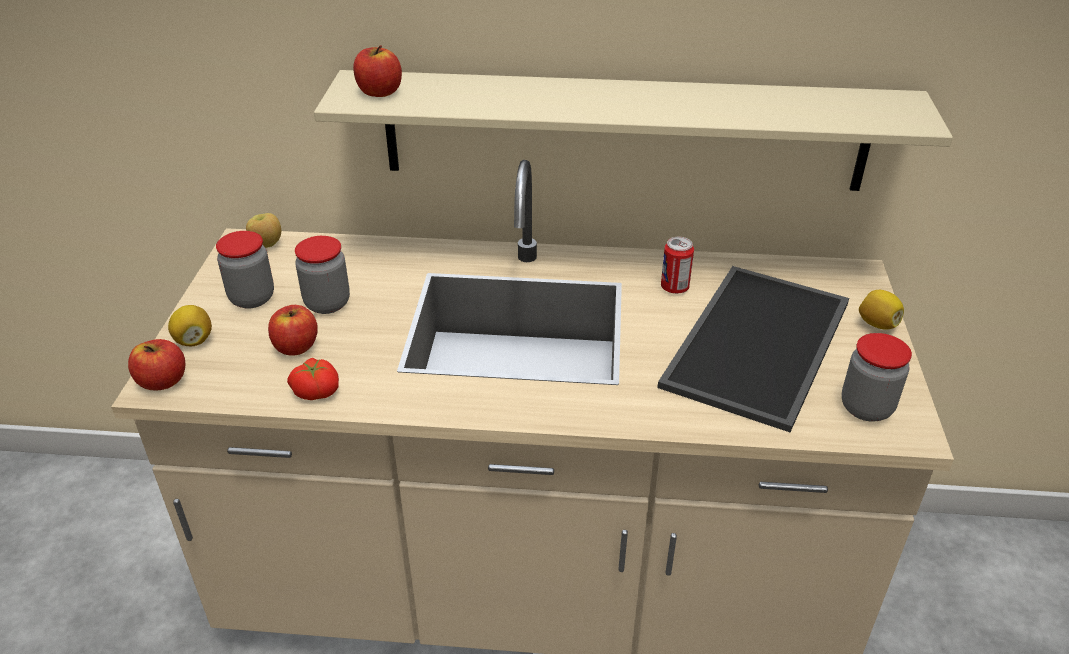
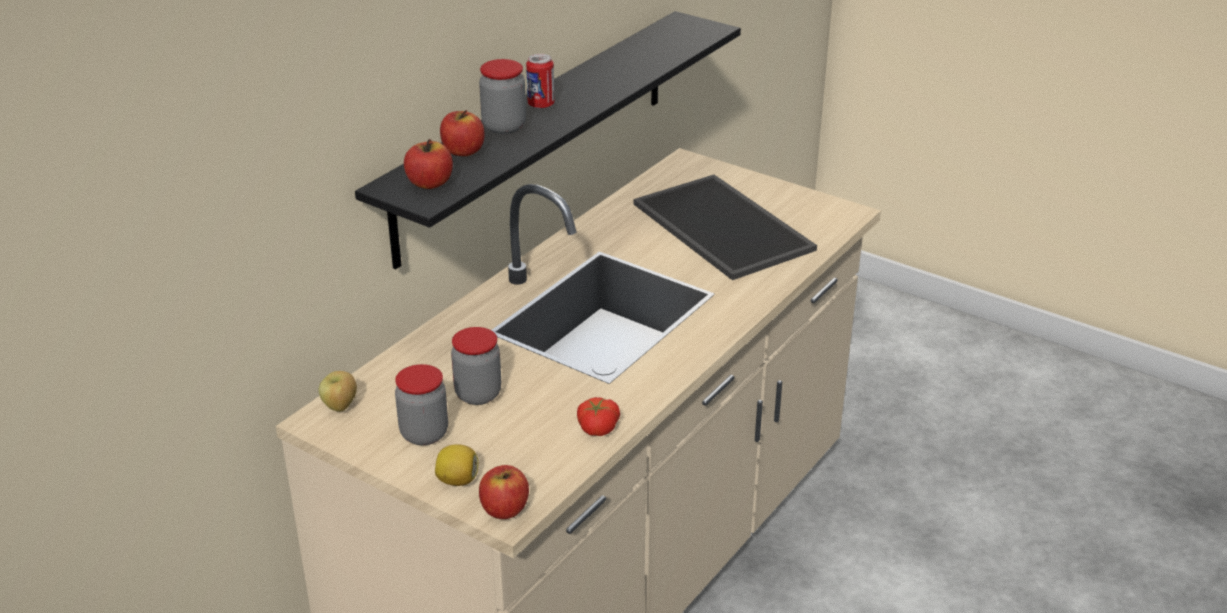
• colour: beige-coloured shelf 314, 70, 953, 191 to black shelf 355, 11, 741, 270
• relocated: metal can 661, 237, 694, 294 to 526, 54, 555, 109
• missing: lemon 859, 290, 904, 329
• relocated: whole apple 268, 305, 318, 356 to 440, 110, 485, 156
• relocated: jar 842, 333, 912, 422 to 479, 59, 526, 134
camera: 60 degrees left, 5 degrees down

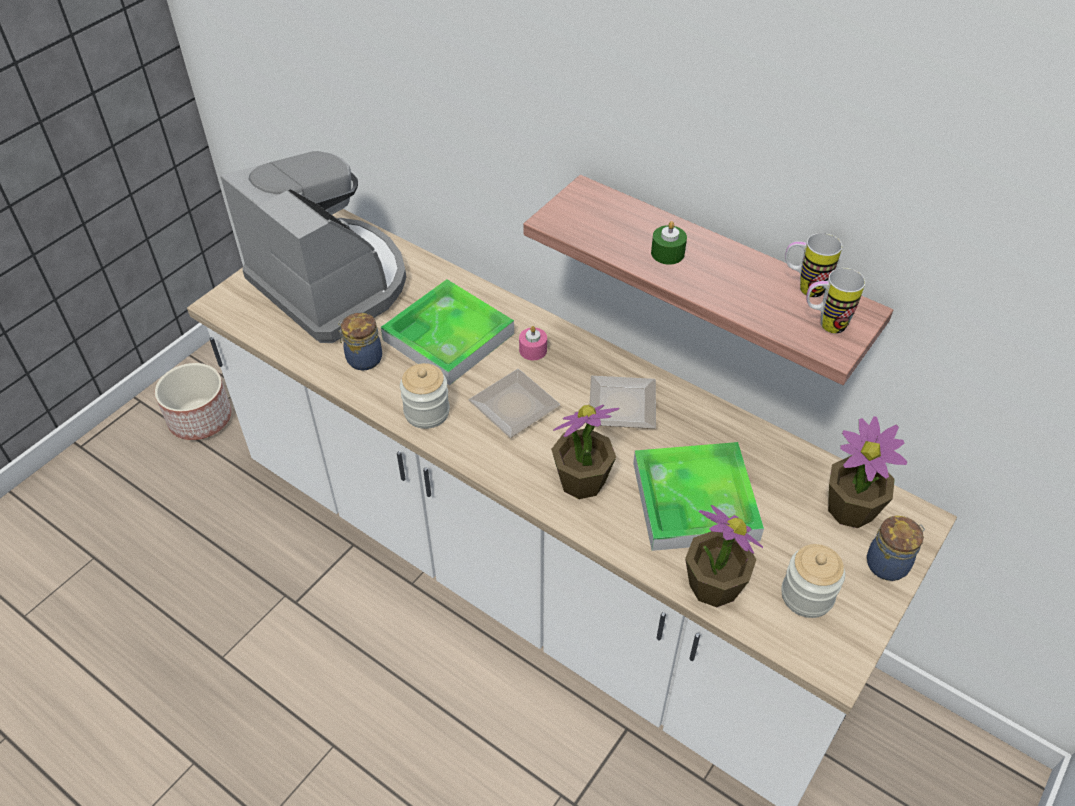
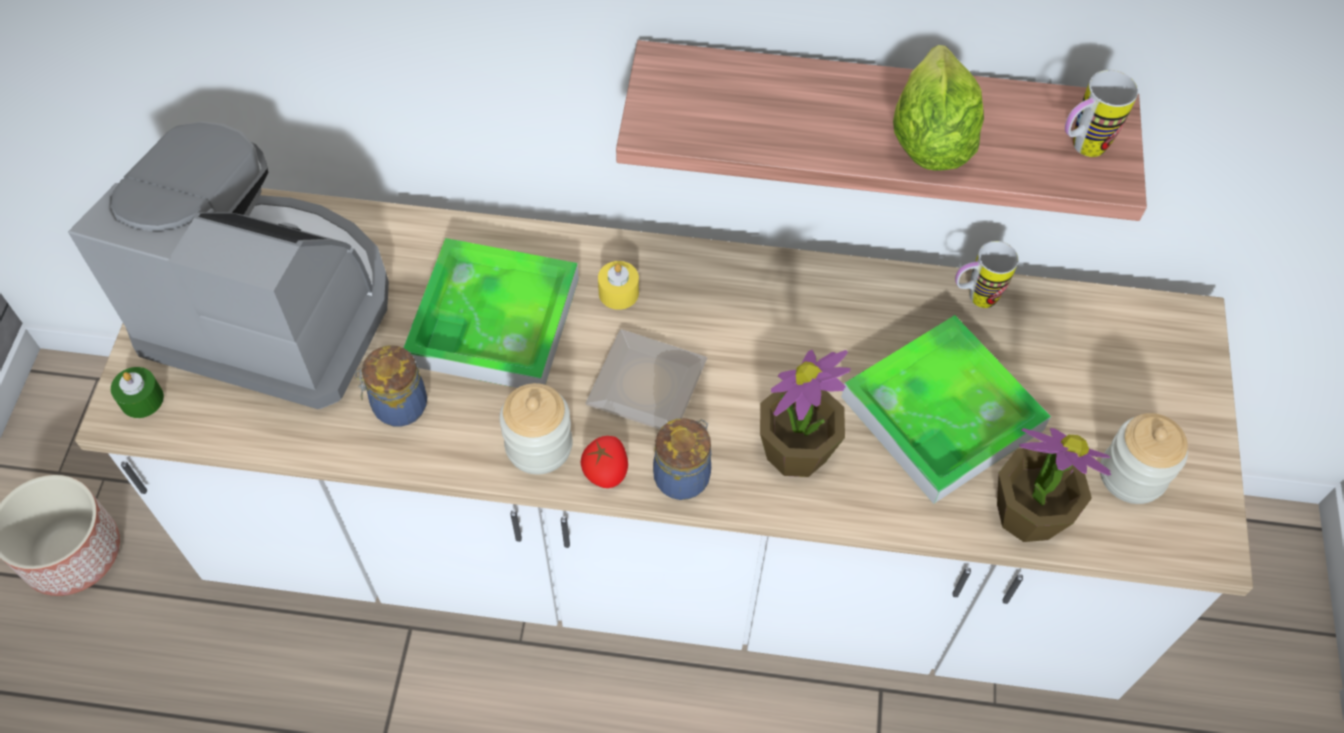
• relocated: greenish wax candle 651, 221, 687, 265 to 111, 367, 164, 418
• relocated: tea mug 785, 233, 842, 297 to 955, 241, 1019, 308
• colour: pinkish wax candle 519, 326, 547, 360 to yellowish wax candle 598, 261, 639, 310
• missing: flat dish 589, 376, 656, 429
• missing: potted plant 828, 416, 908, 528
• relocated: jar 867, 516, 925, 581 to 653, 418, 711, 500
• appeared: lettuce head 893, 45, 984, 171
• appeared: tomato 580, 436, 628, 488
camera: 30 degrees left, 10 degrees up

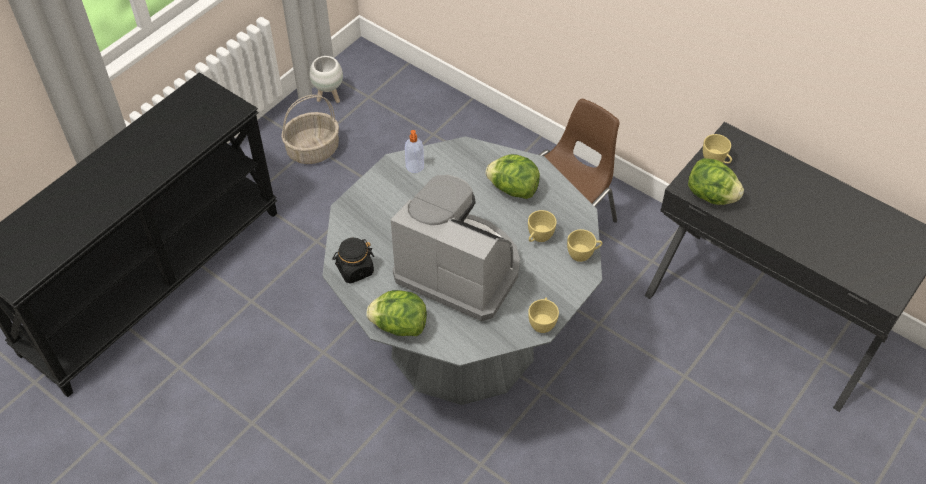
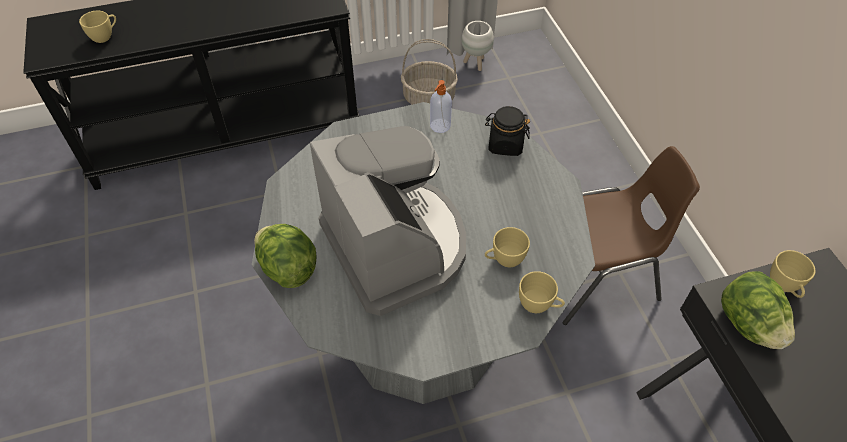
• missing: lettuce head 485, 154, 540, 199
• relocated: black jar 332, 238, 374, 284 to 485, 106, 530, 156
• relocated: yellowish drinking cup 528, 297, 559, 333 to 79, 10, 116, 43
camera: 35 degrees right, 0 degrees up

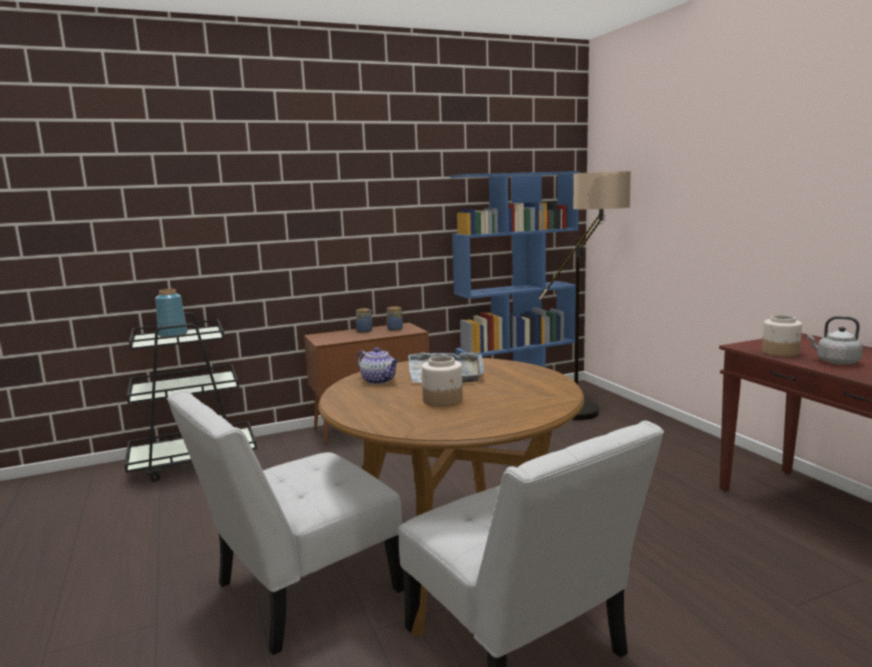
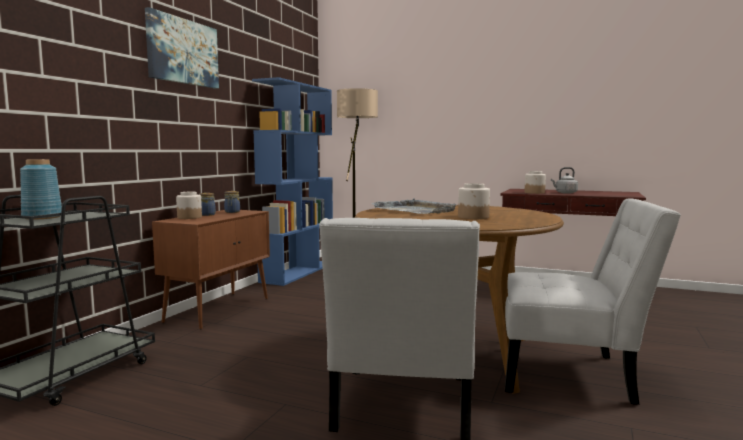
• missing: tea pot 357, 347, 399, 384
• appeared: picture 145, 7, 219, 89
• appeared: jar 176, 192, 202, 219
camera: 45 degrees left, 5 degrees down

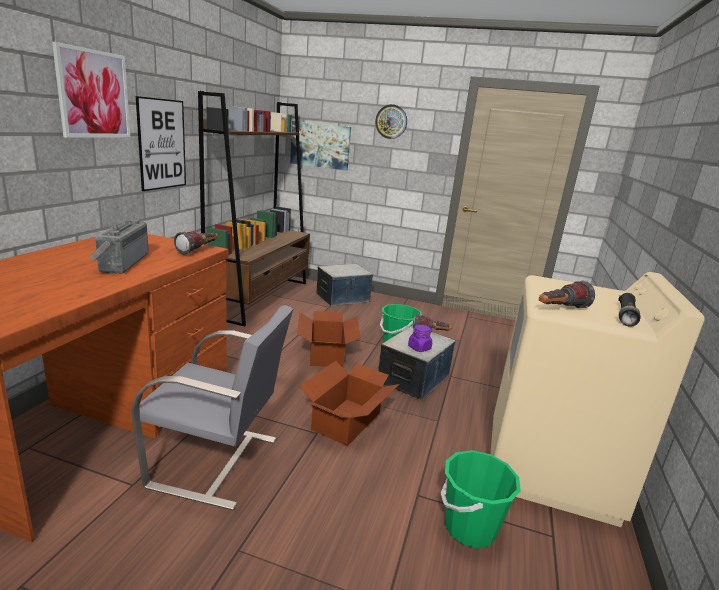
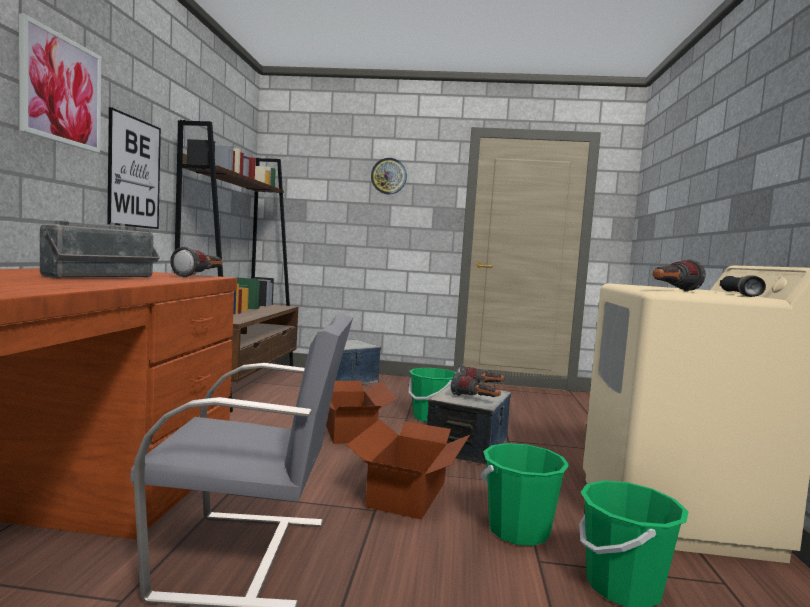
• missing: picture 290, 121, 351, 171
• spun: radio set 90, 220, 149, 274 = 40, 221, 160, 278 135 degrees counterclockwise
• exchanged: purple jar 408, 325, 432, 352 to hand torch 451, 373, 501, 397
• appeared: greenish water bucket 481, 443, 569, 546
camera: 10 degrees left, 15 degrees down

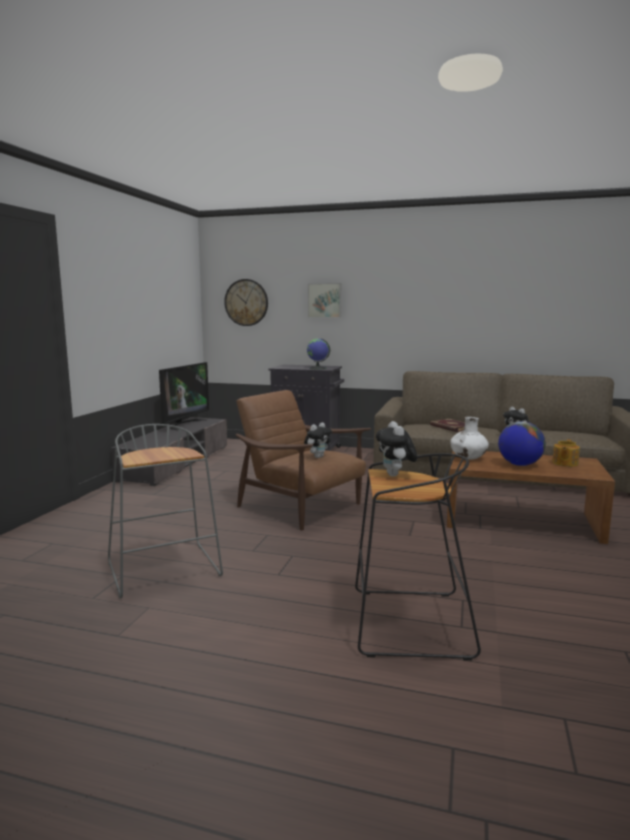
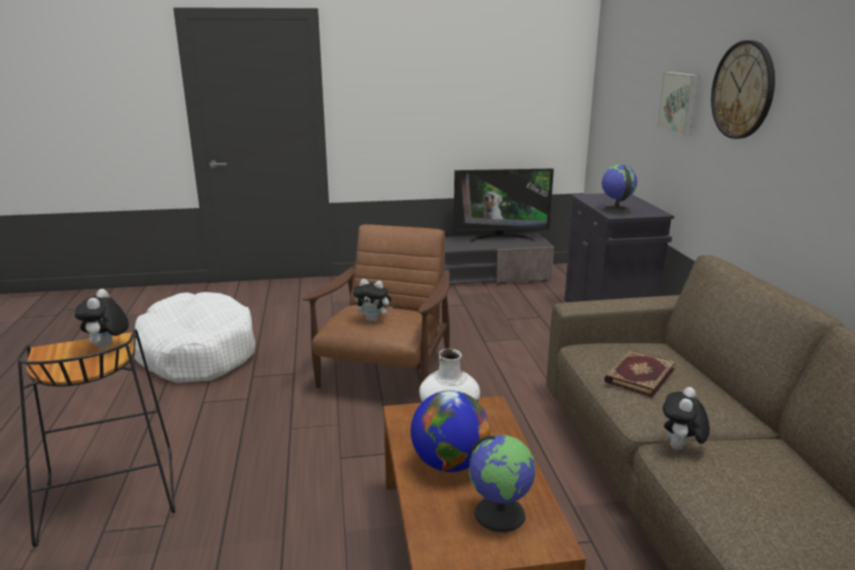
• relocated: clock on the wall 224, 279, 268, 326 to 711, 40, 775, 139
• spun: soft toy 376, 421, 418, 477 = 75, 289, 129, 349 60 degrees counterclockwise
• exchanged: grey sitting stool 108, 424, 223, 598 to white dog bed 135, 292, 255, 383
• exchanged: tea pot 552, 439, 580, 467 to globe 469, 435, 536, 532
camera: 65 degrees right, 10 degrees up

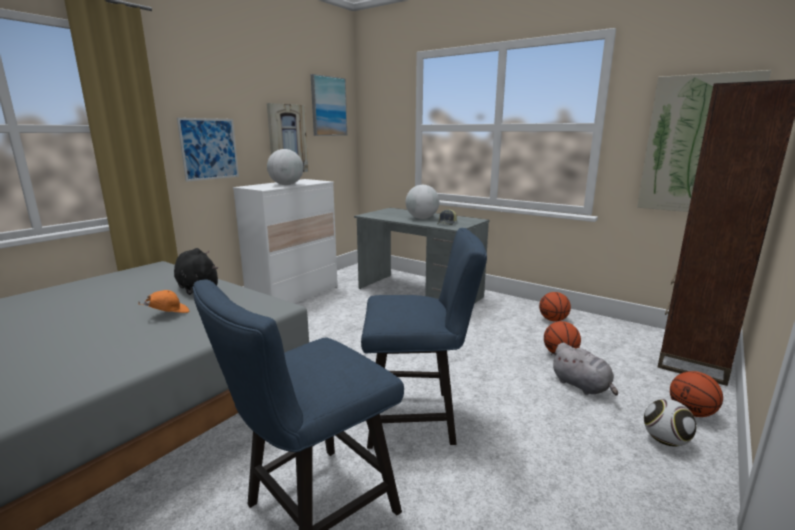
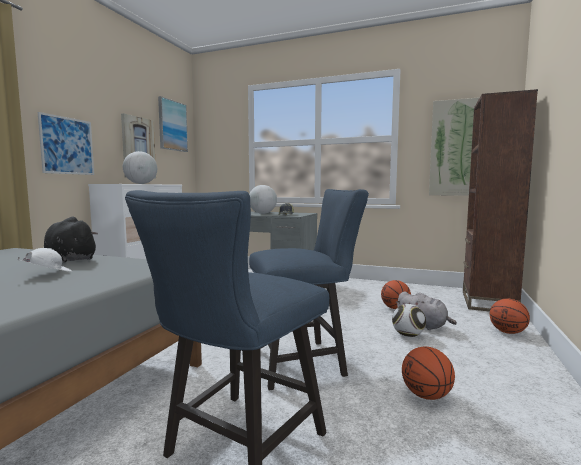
• colour: orange peaked cap 138, 290, 190, 313 to white peaked cap 17, 248, 72, 272
• relocated: basketball 539, 292, 571, 322 to 402, 347, 455, 400
• relocated: football 644, 399, 696, 446 to 392, 304, 426, 337
camera: 15 degrees left, 10 degrees down

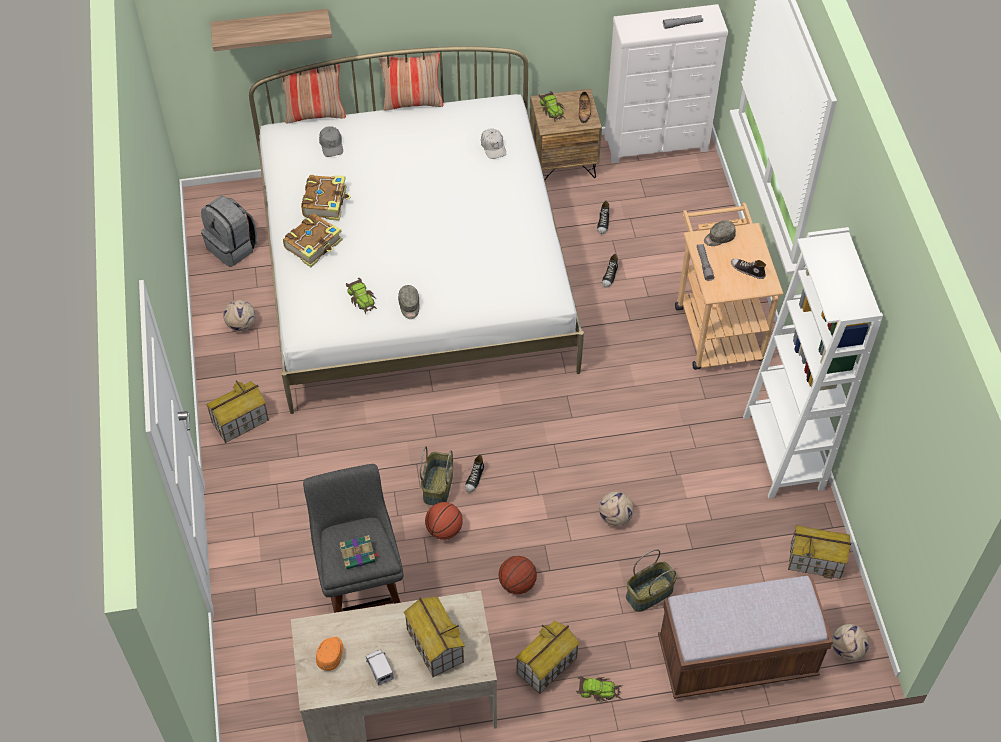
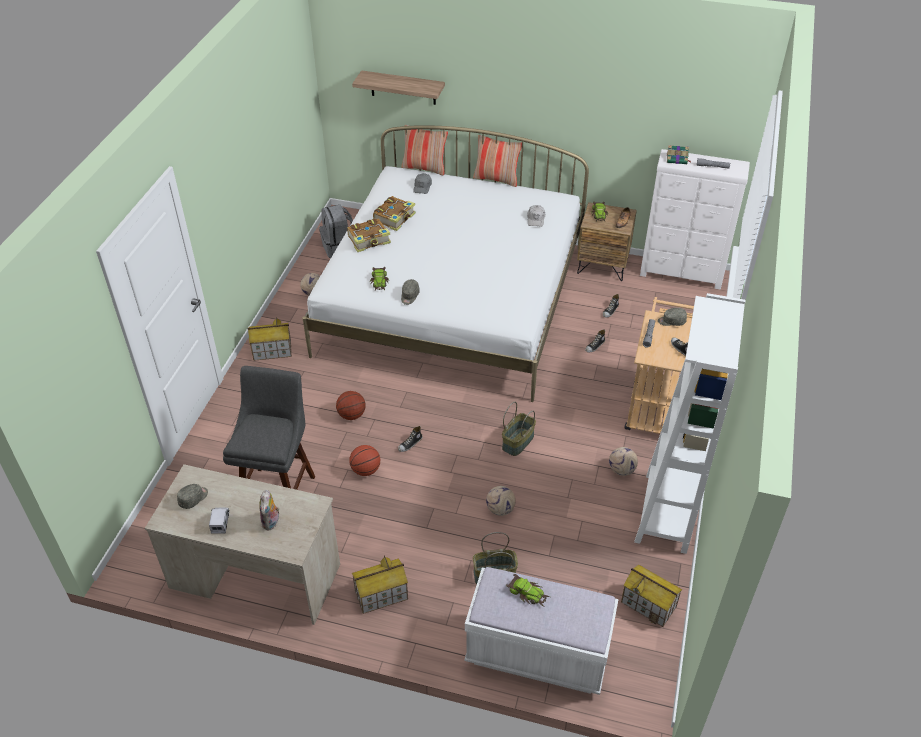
• relocated: storage basket 420, 446, 453, 505 to 502, 402, 536, 456
• relocated: bound book 340, 535, 379, 569 to 667, 145, 692, 164
• relocated: basketball 498, 556, 537, 594 to 336, 391, 366, 420
• colour: brown bench 658, 576, 833, 699 to white bench 465, 567, 618, 695
• exchanged: model house 404, 596, 465, 677 to soft toy 259, 490, 281, 530
• relocated: football 832, 624, 869, 661 to 609, 447, 638, 476
• colour: orange peaked cap 316, 637, 343, 671 to grey peaked cap 177, 484, 208, 509
• relocated: model car 576, 676, 623, 702 to 506, 574, 550, 607
camera: 25 degrees right, 10 degrees down

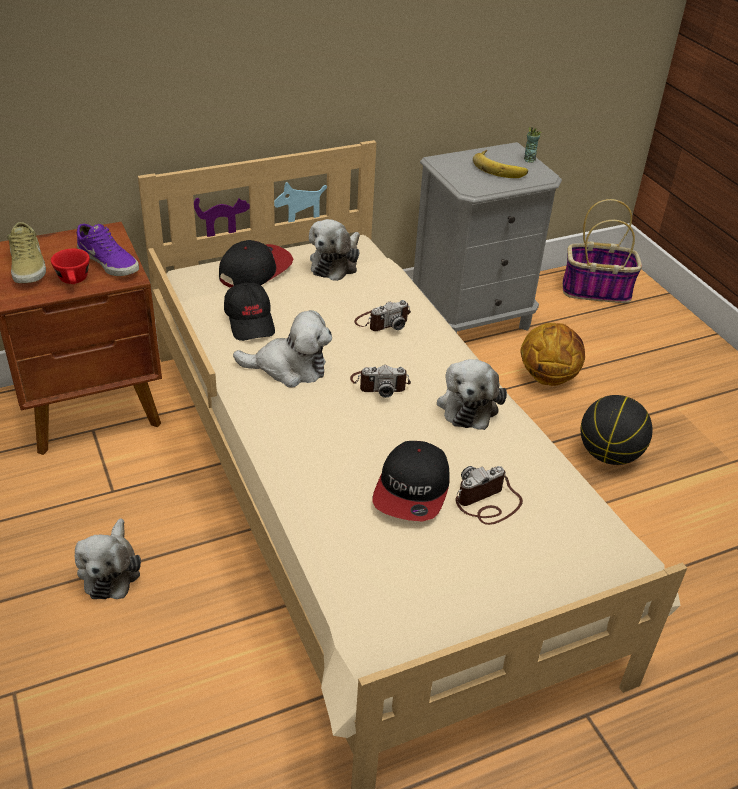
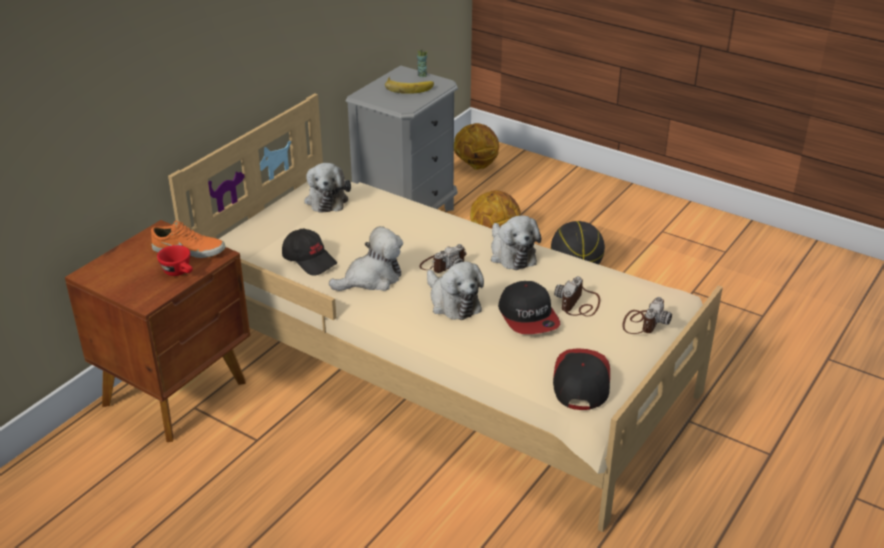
• exchanged: storage basket 562, 199, 642, 303 to basketball 454, 123, 499, 170
• missing: beige-coloured item of footwear 7, 222, 46, 283
• colour: purple item of footwear 76, 224, 139, 276 to orange item of footwear 151, 220, 225, 258
• relocated: peaked cap 219, 240, 293, 288 to 553, 348, 610, 410
• relocated: still camera 354, 300, 411, 331 to 622, 297, 672, 334
• relocated: soft toy 75, 518, 141, 599 to 427, 261, 484, 320
camera: 30 degrees left, 5 degrees down

